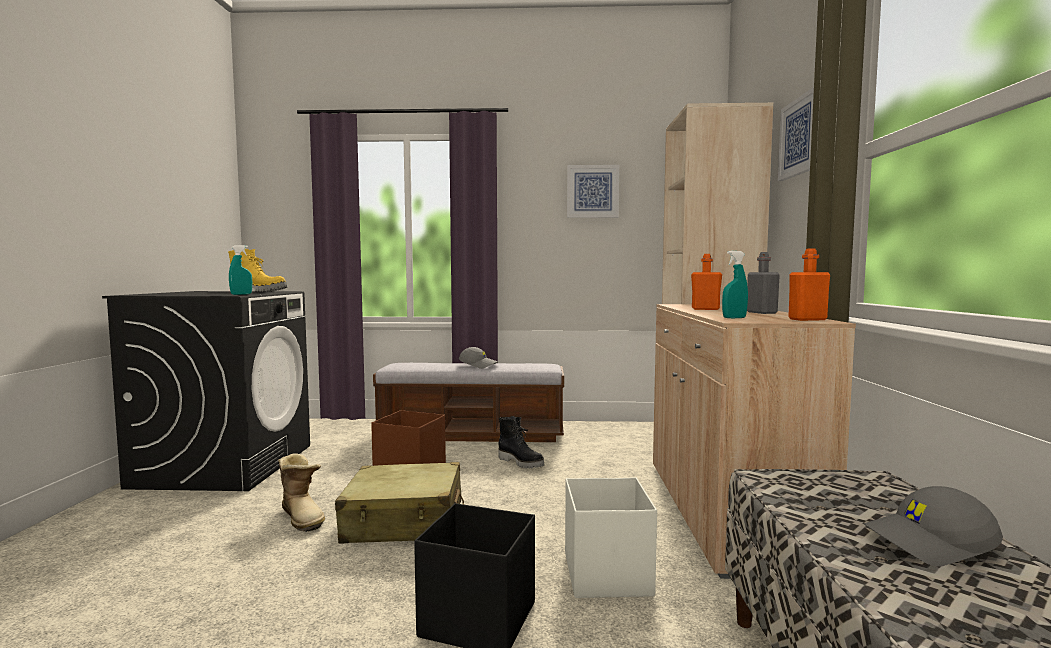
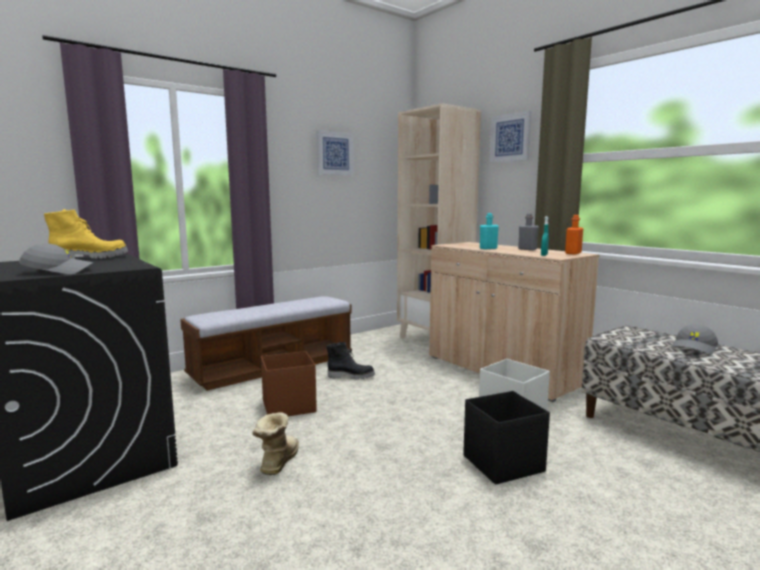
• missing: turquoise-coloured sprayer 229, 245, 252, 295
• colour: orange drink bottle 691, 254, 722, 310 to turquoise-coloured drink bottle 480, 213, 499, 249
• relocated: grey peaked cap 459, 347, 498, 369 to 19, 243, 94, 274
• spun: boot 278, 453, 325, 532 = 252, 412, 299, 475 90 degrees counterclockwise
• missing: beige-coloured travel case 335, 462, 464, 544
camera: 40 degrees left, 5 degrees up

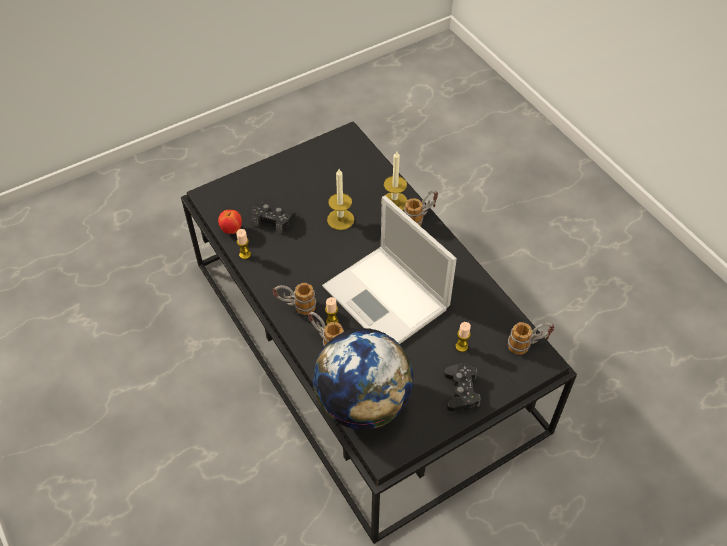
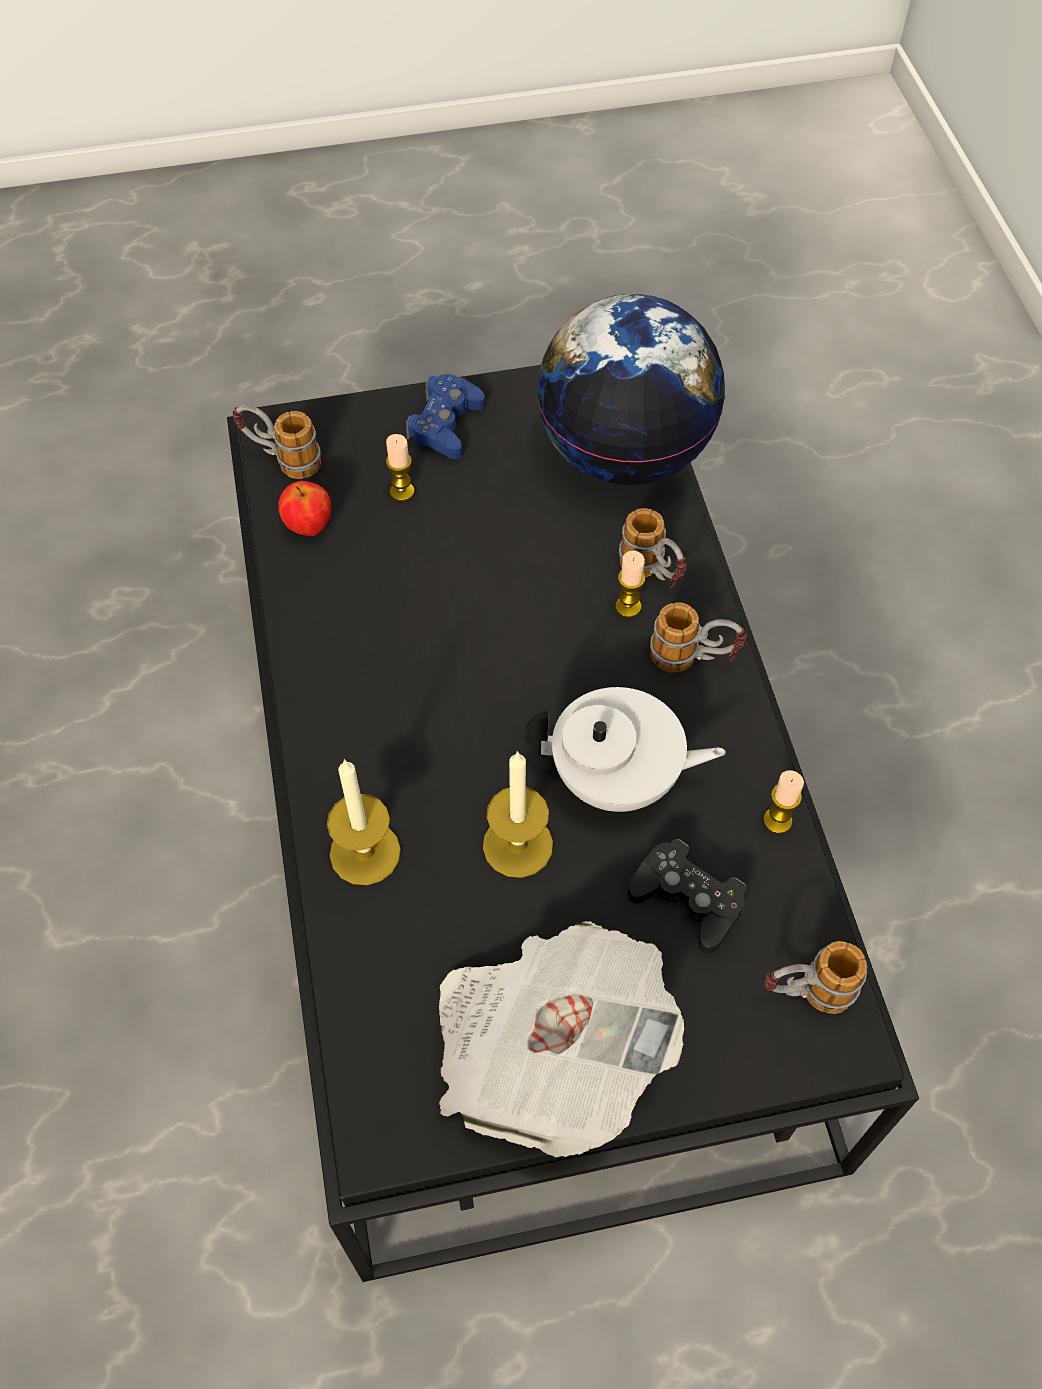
• relocated: tea mug 404, 190, 438, 226 to 764, 941, 867, 1014
• missing: notebook computer 322, 196, 457, 344
• relocated: whole apple 218, 210, 242, 234 to 278, 481, 331, 536
• colour: black joypad 444, 363, 481, 411 to blue joypad 406, 374, 485, 459
• appeared: white tea pot 525, 687, 726, 812
• appeared: daily paper 439, 921, 684, 1157
camera: 160 degrees left, 5 degrees up

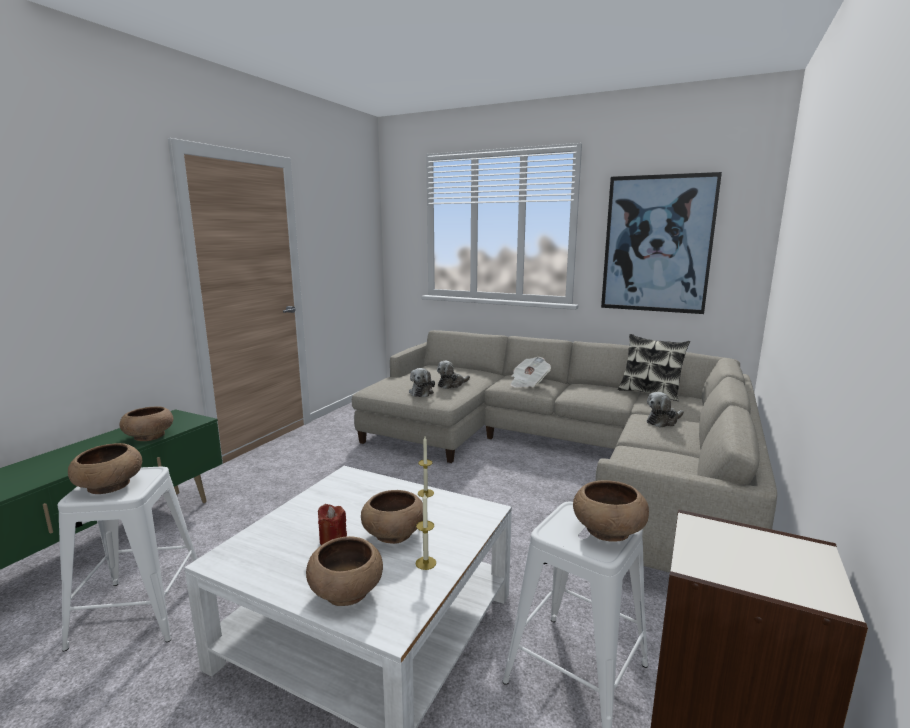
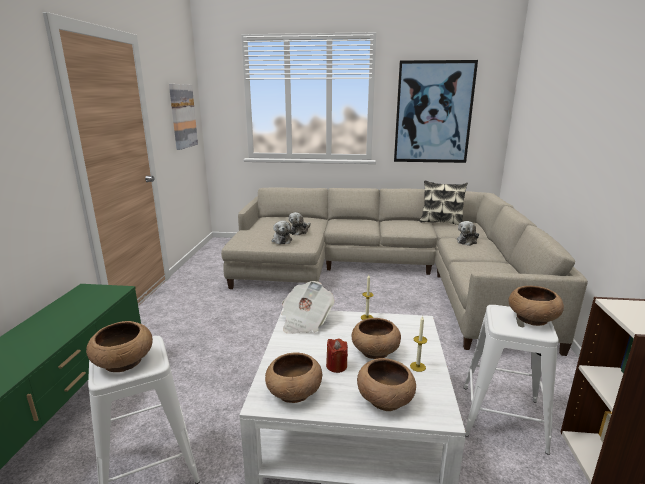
• relocated: daily paper 510, 357, 551, 387 to 281, 281, 334, 334
• relocated: brown serving bowl 119, 407, 173, 441 to 265, 352, 322, 403
• appeared: picture 169, 84, 198, 150
camera: 20 degrees left, 5 degrees up

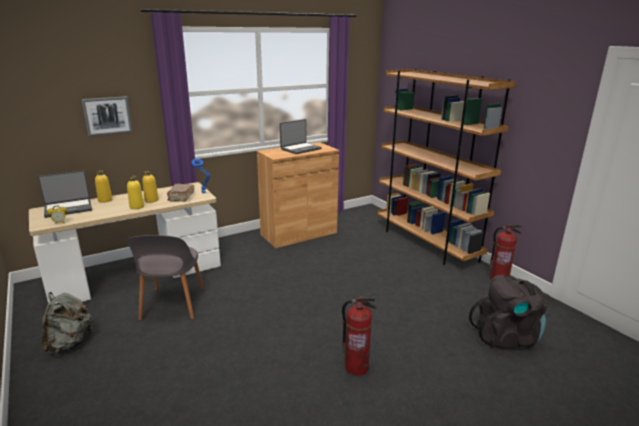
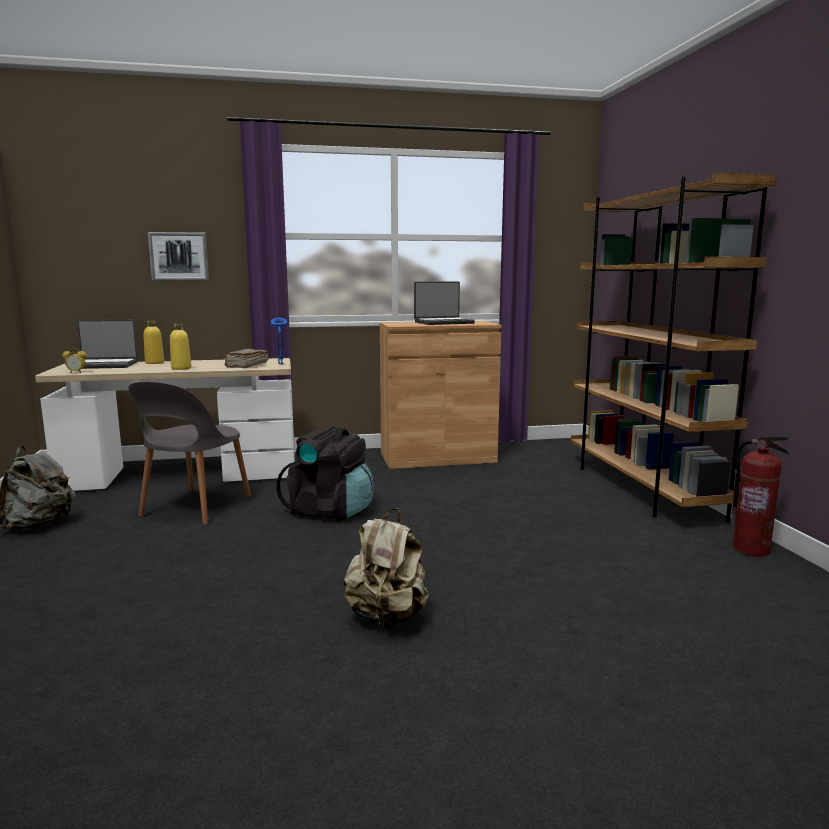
• missing: yellowish drink bottle 142, 170, 159, 203
• relocated: black rucksack 469, 275, 547, 349 to 277, 426, 374, 521
• exchanged: extinguisher 342, 296, 377, 376 to beige-coloured rucksack 344, 508, 429, 630
camera: 20 degrees right, 10 degrees down

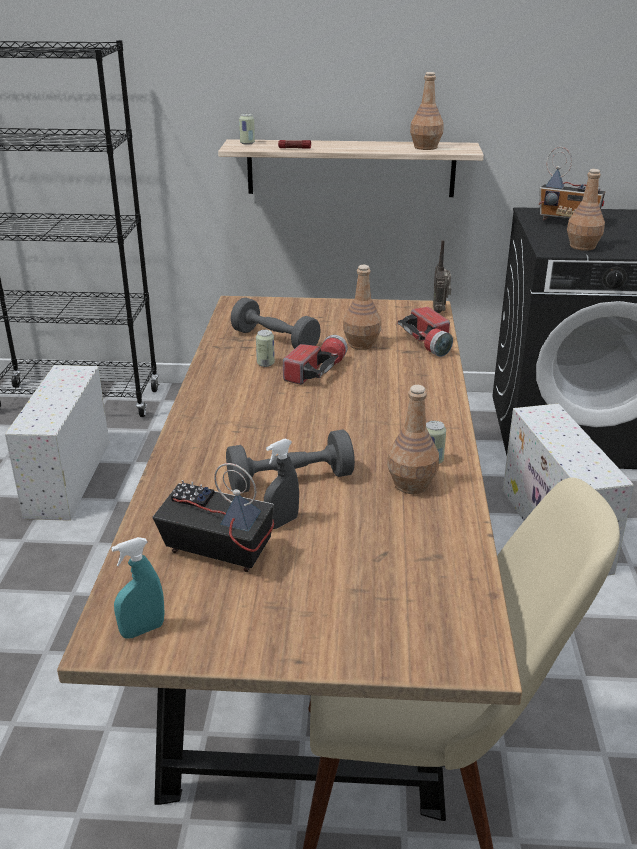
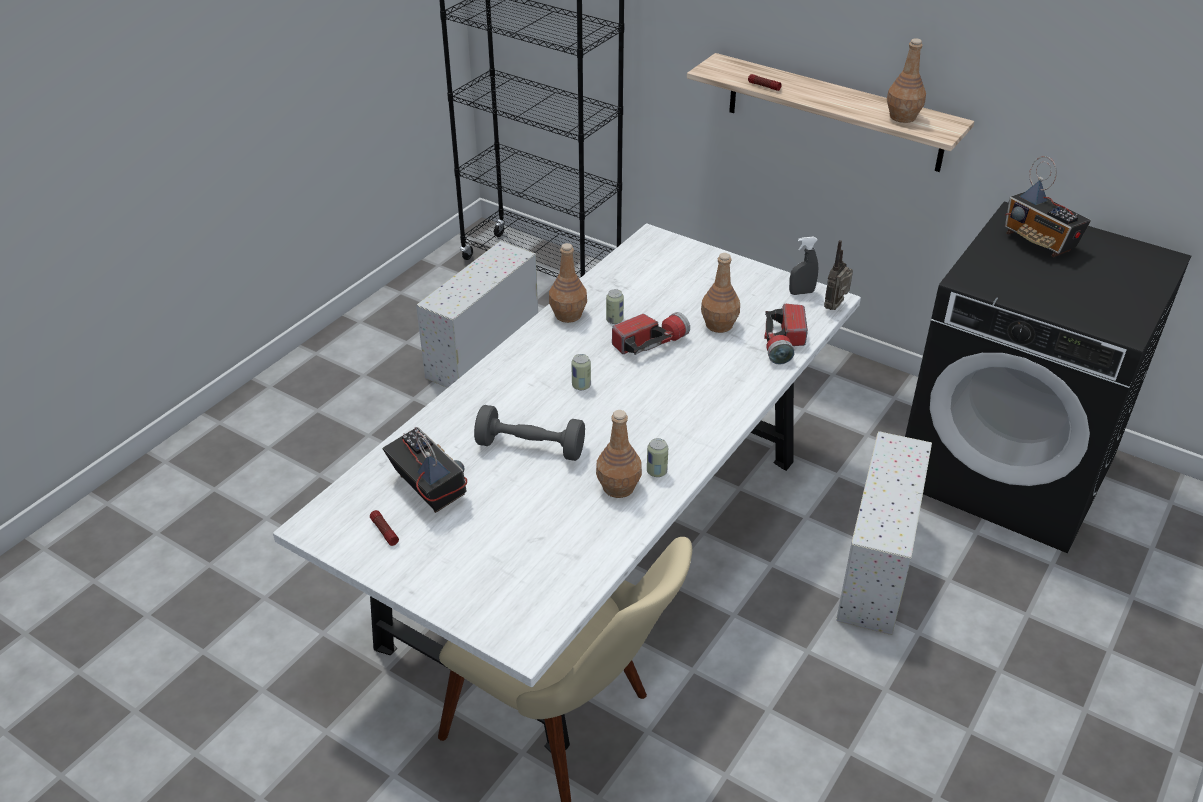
• relocated: metal can 239, 114, 255, 145 to 571, 354, 591, 390
• relocated: brown drink bottle 567, 169, 605, 251 to 549, 243, 587, 323
• colour: brown dinner table 57, 296, 522, 821 to white dinner table 273, 223, 861, 753
• missing: grey dumbbell 231, 298, 321, 349
• relocated: grey sprayer 264, 438, 299, 529 to 789, 237, 818, 295
• missing: turquoise-coloured sprayer 111, 537, 165, 638
• appeared: hand torch 370, 510, 399, 546
camera: 30 degrees right, 10 degrees up

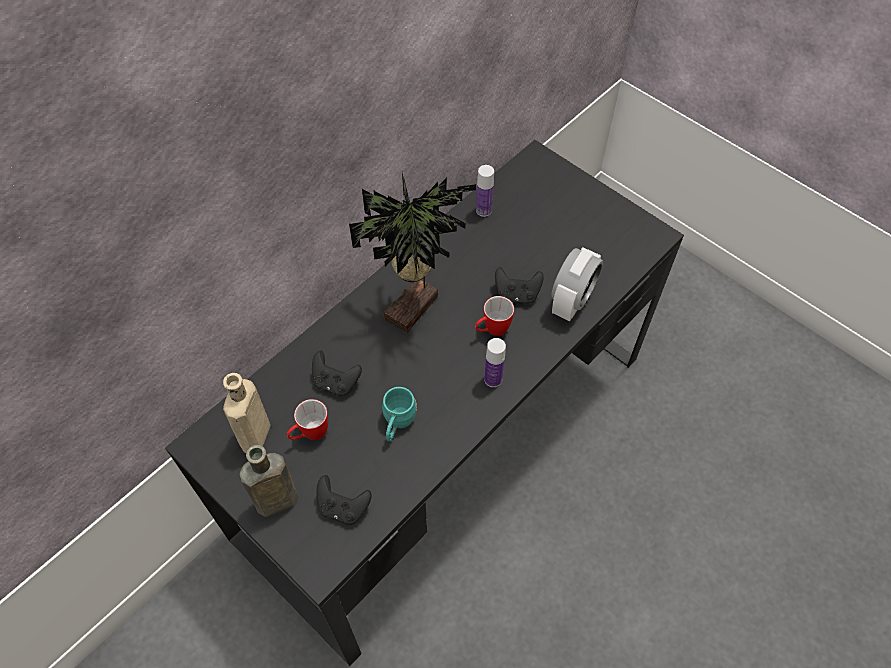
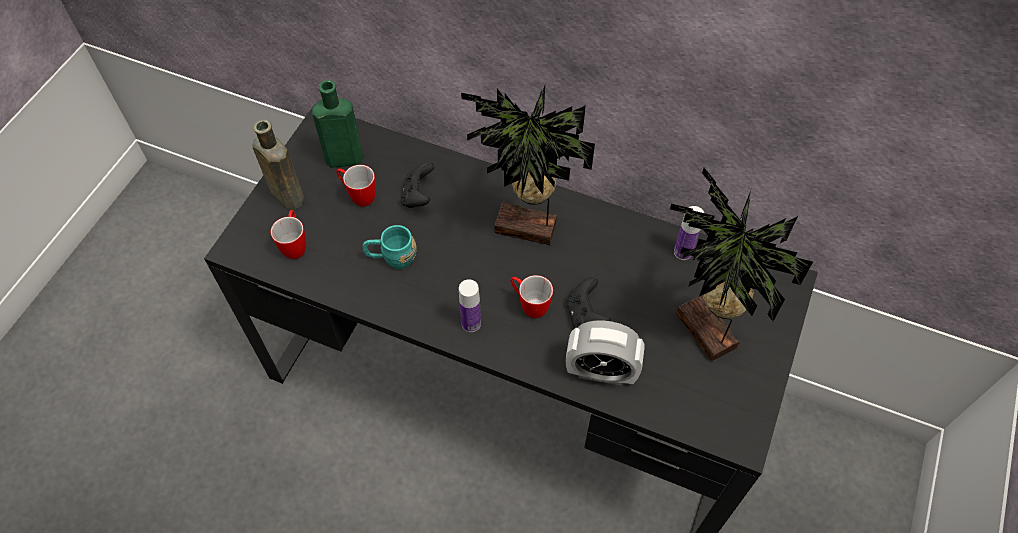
• colour: beige-coloured drink bottle 223, 373, 270, 453 to greenish drink bottle 312, 80, 363, 168
• exchanged: black joypad 317, 475, 372, 525 to tea mug 270, 210, 306, 259
• appeared: potted plant 670, 168, 813, 361
camera: 70 degrees right, 0 degrees up

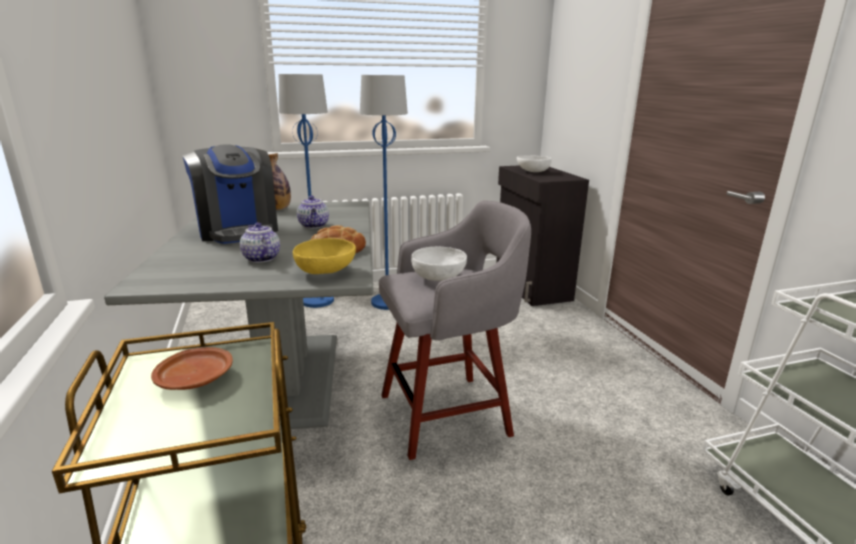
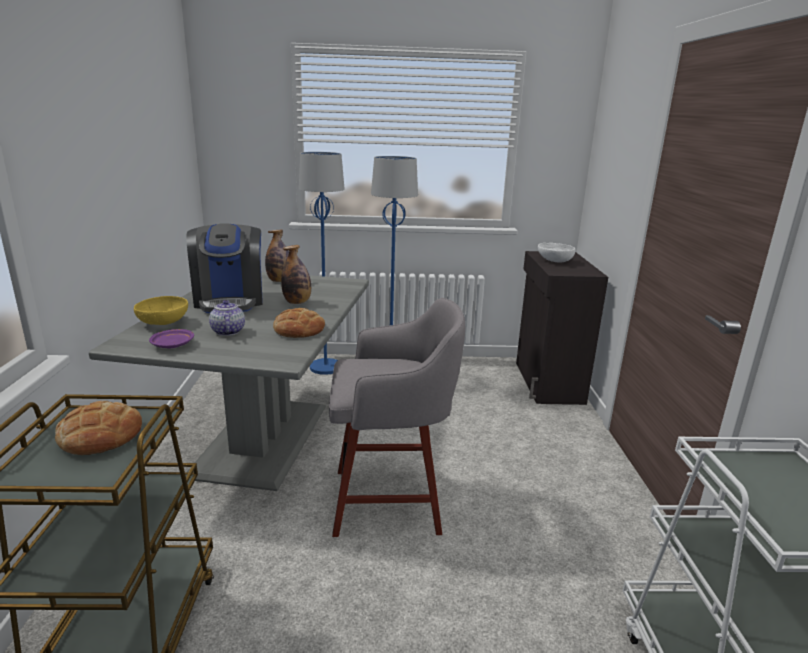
• exchanged: tea pot 297, 196, 329, 228 to drink bottle 281, 245, 311, 304
• relocated: yellowish serving bowl 293, 238, 356, 274 to 134, 296, 188, 325
• missing: white serving bowl 411, 247, 467, 281
• exchanged: brown flat dish 151, 347, 233, 390 to bakery bread 55, 401, 142, 455
• appeared: purple flat dish 149, 329, 194, 348
camera: 15 degrees right, 0 degrees up

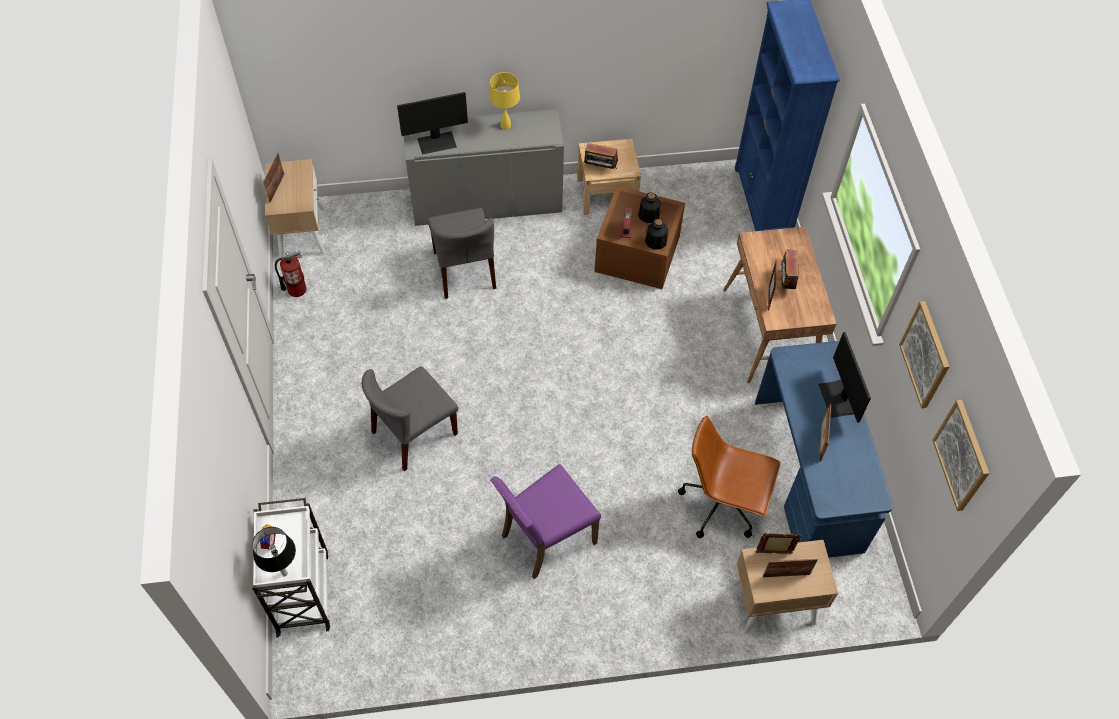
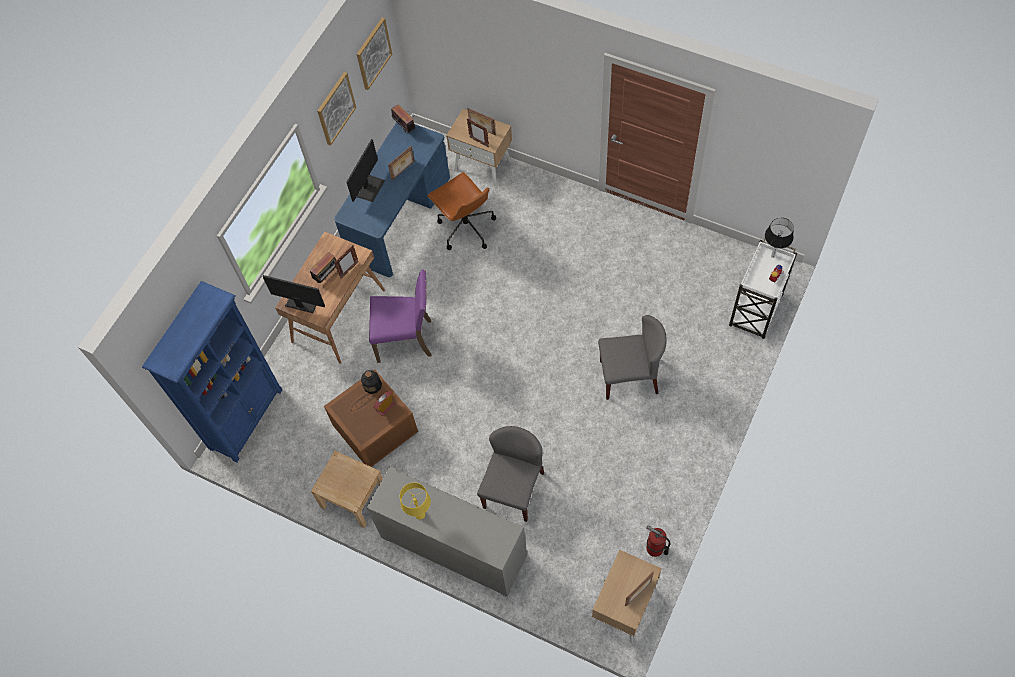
• relocated: monitor 397, 92, 468, 155 to 262, 275, 325, 313
• relocated: radio set 584, 143, 618, 169 to 391, 105, 415, 133
• missing: drink bottle 638, 193, 661, 223
• relocated: purple chair 490, 464, 601, 579 to 369, 270, 431, 363
camera: 140 degrees left, 5 degrees up

